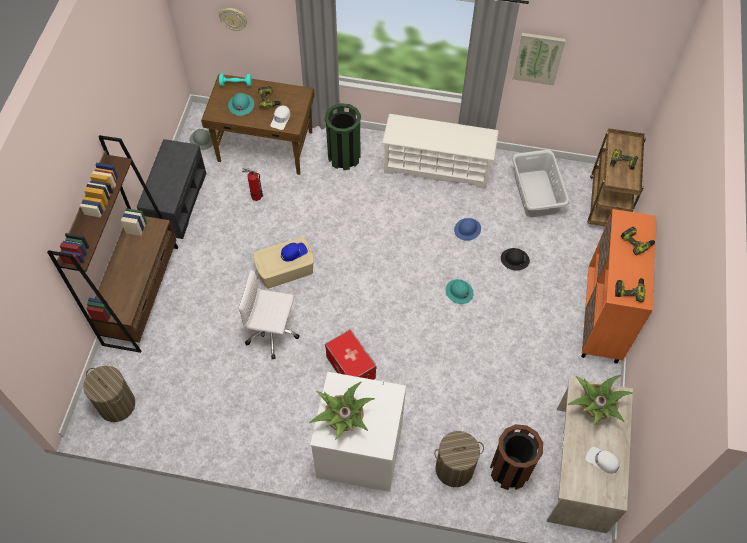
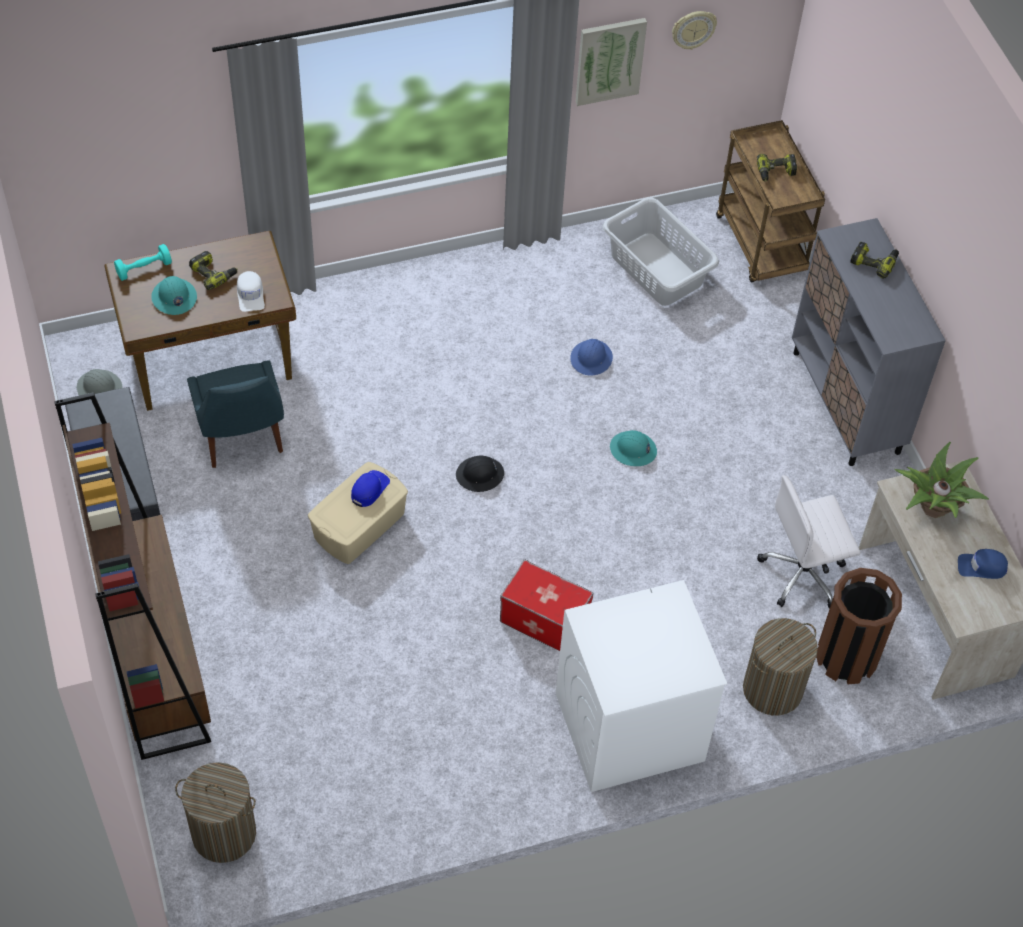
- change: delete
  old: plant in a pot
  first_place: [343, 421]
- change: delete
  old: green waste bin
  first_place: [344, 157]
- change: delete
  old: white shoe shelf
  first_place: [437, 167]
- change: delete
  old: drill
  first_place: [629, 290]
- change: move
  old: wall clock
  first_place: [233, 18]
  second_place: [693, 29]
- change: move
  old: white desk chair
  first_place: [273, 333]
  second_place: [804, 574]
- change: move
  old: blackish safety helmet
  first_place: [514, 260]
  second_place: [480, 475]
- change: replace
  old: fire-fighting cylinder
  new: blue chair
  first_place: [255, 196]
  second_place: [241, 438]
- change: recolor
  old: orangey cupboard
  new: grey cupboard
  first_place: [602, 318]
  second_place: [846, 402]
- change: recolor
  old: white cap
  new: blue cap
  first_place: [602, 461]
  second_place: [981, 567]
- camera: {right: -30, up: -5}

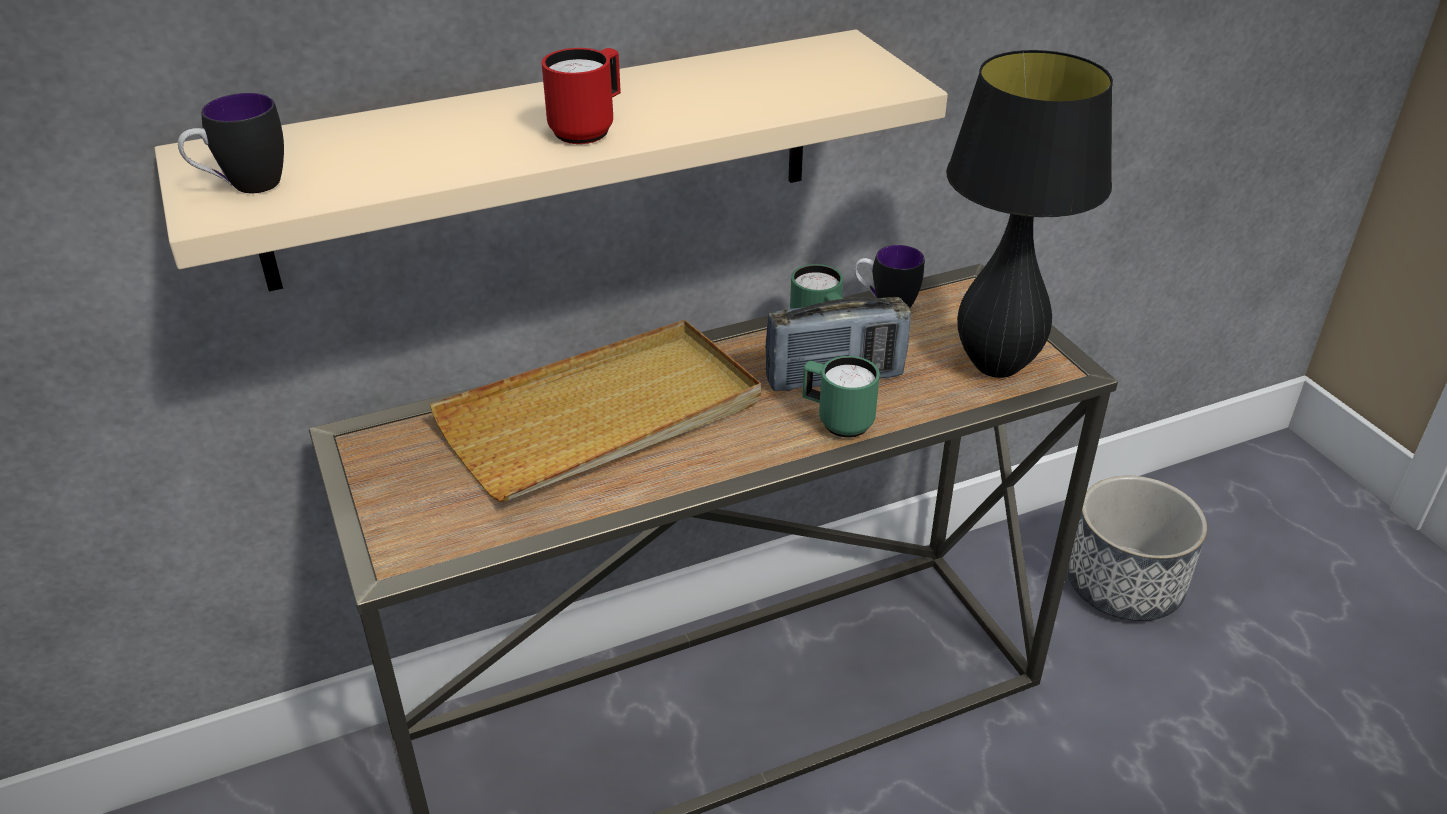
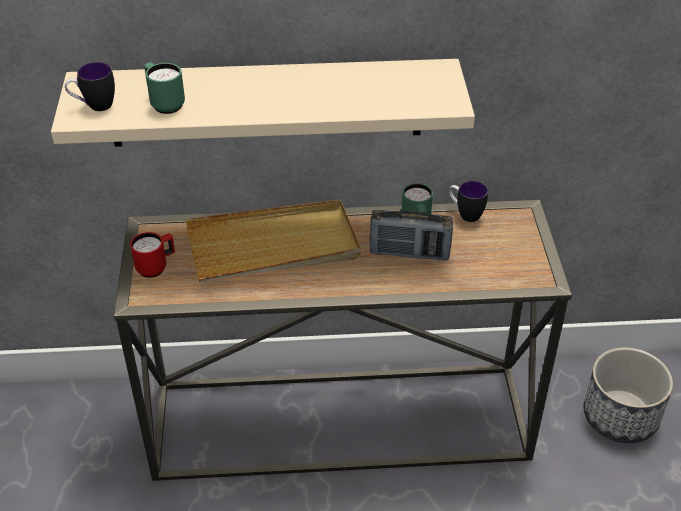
- change: delete
  old: blackish tabletop lamp
  first_place: [996, 366]
- change: move
  old: red-coloured mug
  first_place: [589, 129]
  second_place: [156, 267]
- change: move
  old: green mug
  first_place: [837, 421]
  second_place: [164, 104]
- camera: {right: 20, up: 5}

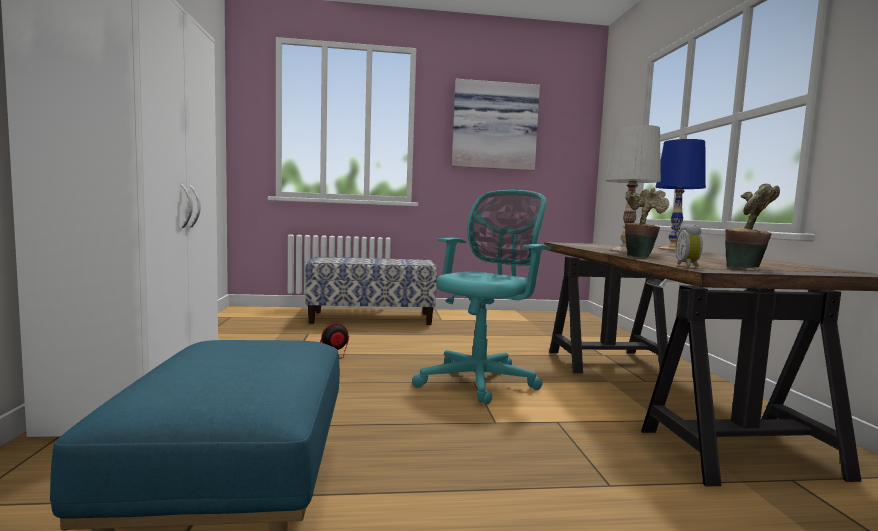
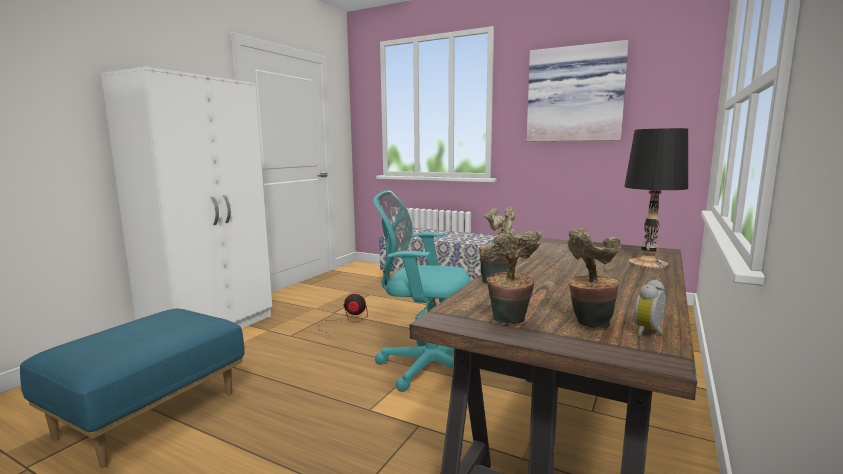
- change: delete
  old: white tabletop lamp
  first_place: [626, 251]
- change: insert
  new: plant in a pot
  second_place: [588, 325]
- change: move
  old: alarm clock
  first_place: [688, 266]
  second_place: [650, 332]
- change: recolor
  old: blue tabletop lamp
  new: blackish tabletop lamp
  first_place: [674, 249]
  second_place: [648, 263]
- change: rotate
  old: turquoise desk chair
  first_place: [481, 380]
  second_place: [426, 367]
  degrees: -150
- camera: {right: 35, up: 5}

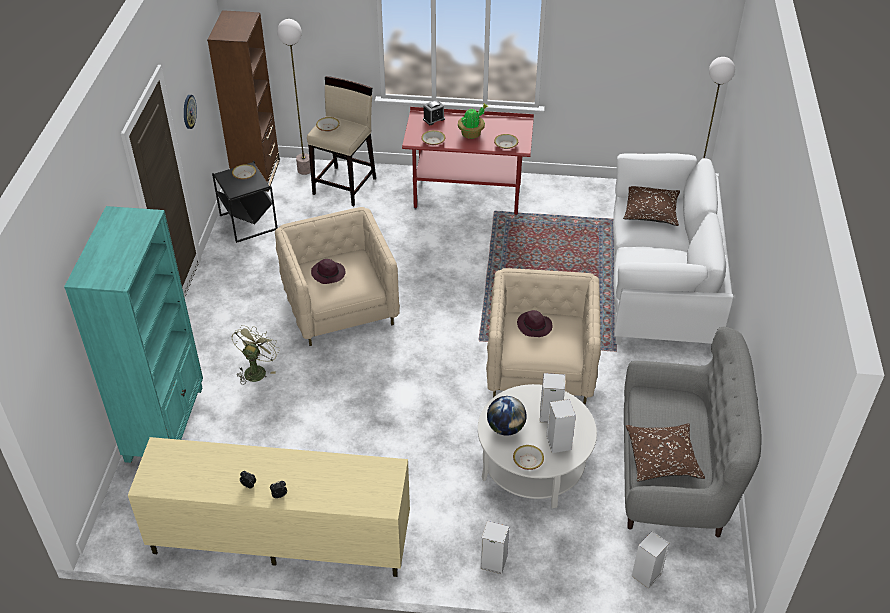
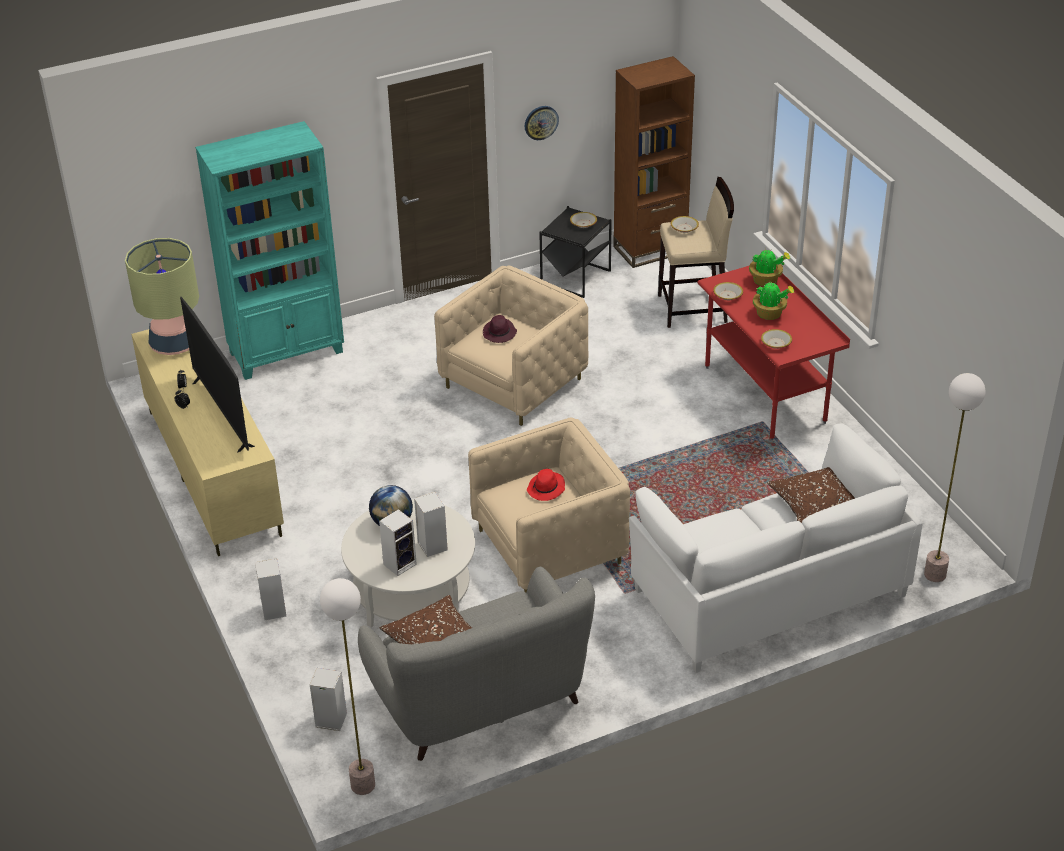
- change: delete
  old: green fan
  first_place: [256, 370]
- change: delete
  old: serving bowl
  first_place: [528, 461]
- change: insert
  new: tabletop lamp
  second_place: [174, 344]
- change: insert
  new: television
  second_place: [222, 414]
- change: move
  old: floor lamp
  first_place: [305, 170]
  second_place: [362, 785]
- change: replace
  old: alarm clock
  new: plant in a pot
  first_place: [433, 119]
  second_place: [766, 281]
- change: recolor
  old: purple-coloured wearable hat
  new: red-coloured wearable hat
  first_place: [535, 326]
  second_place: [546, 489]
- camera: {right: 60, up: -5}

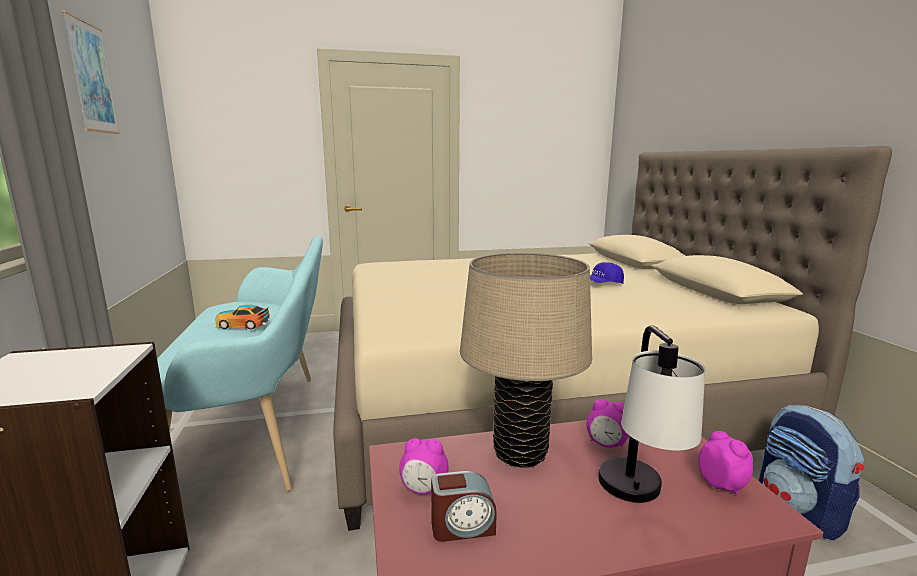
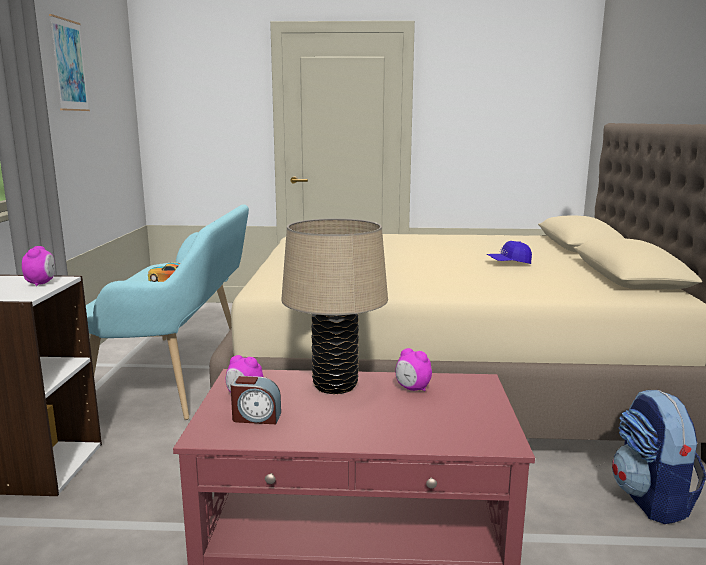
- change: delete
  old: tabletop lamp
  first_place: [638, 503]
- change: move
  old: alarm clock
  first_place: [722, 484]
  second_place: [41, 283]
- camera: {right: 15, up: 0}

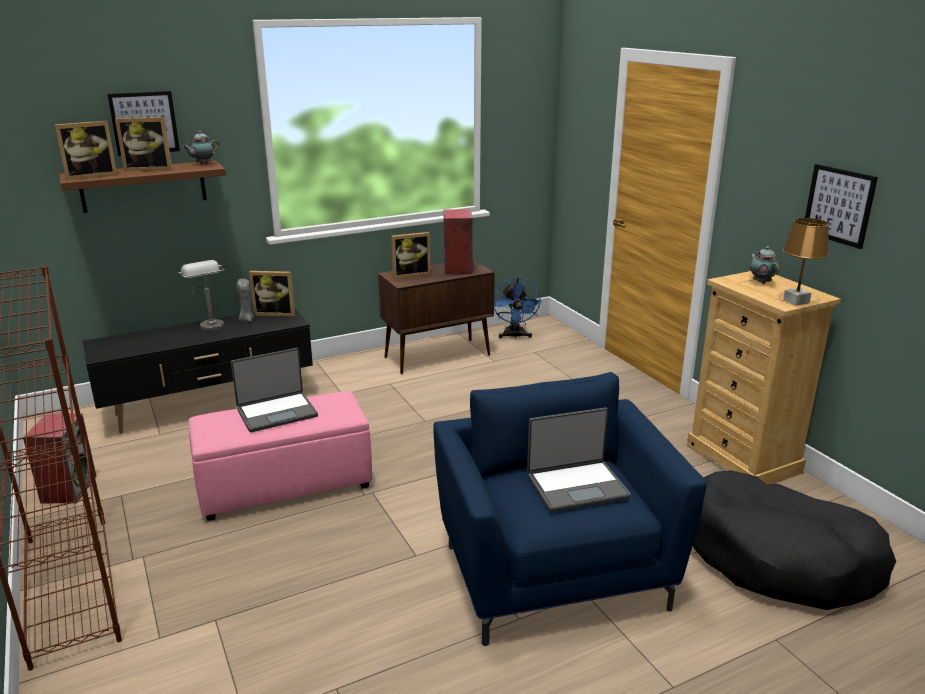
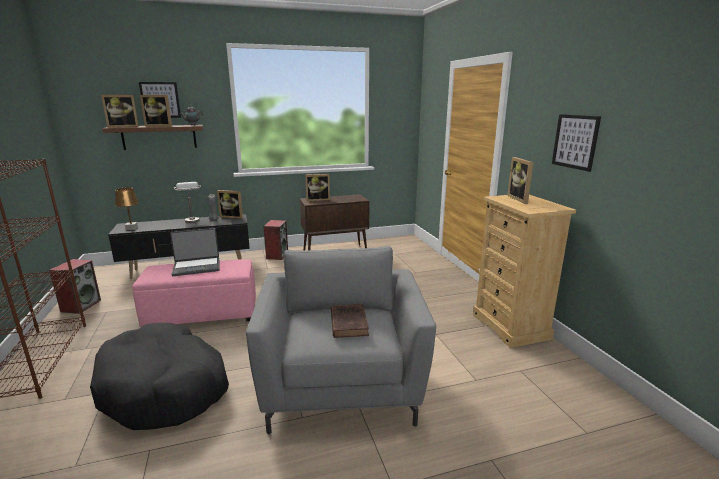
- change: delete
  old: blue fan
  first_place: [514, 336]
- change: move
  old: speaker
  first_place: [457, 268]
  second_place: [277, 255]
- change: move
  old: blackish dog bed
  first_place: [779, 557]
  second_place: [165, 388]
- change: move
  old: brown-coloured tabletop lamp
  first_place: [796, 301]
  second_place: [131, 228]
- change: replace
  old: laptop
  new: brown-coloured volume
  first_place: [576, 486]
  second_place: [348, 323]
- change: replace
  old: pot for tea
  new: picture frame
  first_place: [761, 282]
  second_place: [521, 199]
- change: recolor
  old: blue lounge chair
  new: grey lounge chair
  first_place: [553, 573]
  second_place: [342, 388]
- camera: {right: 10, up: -5}

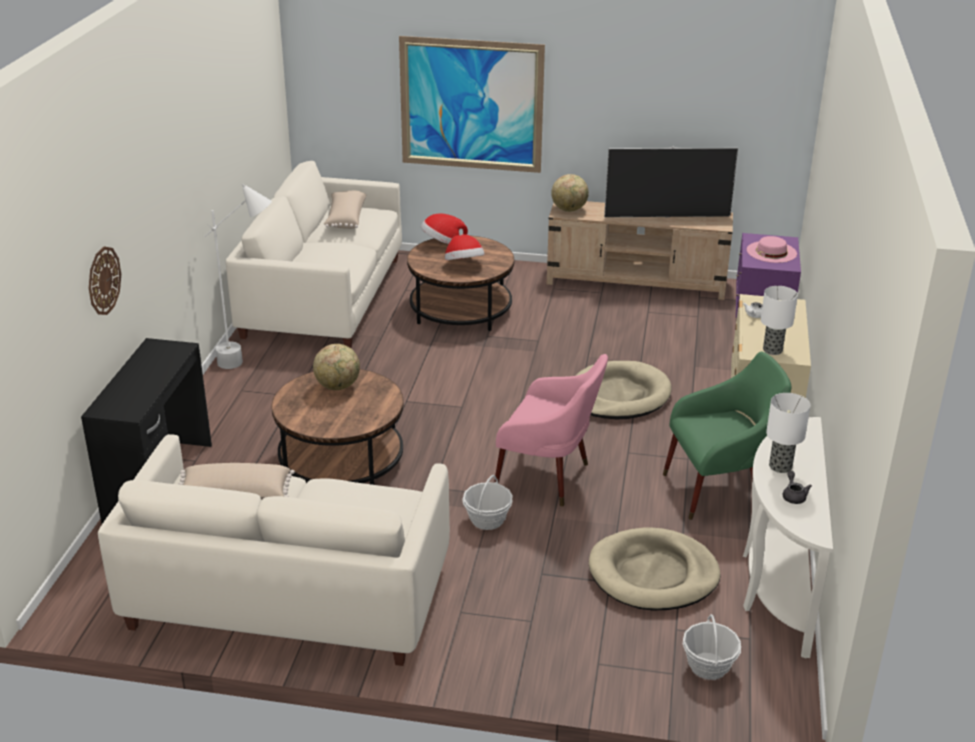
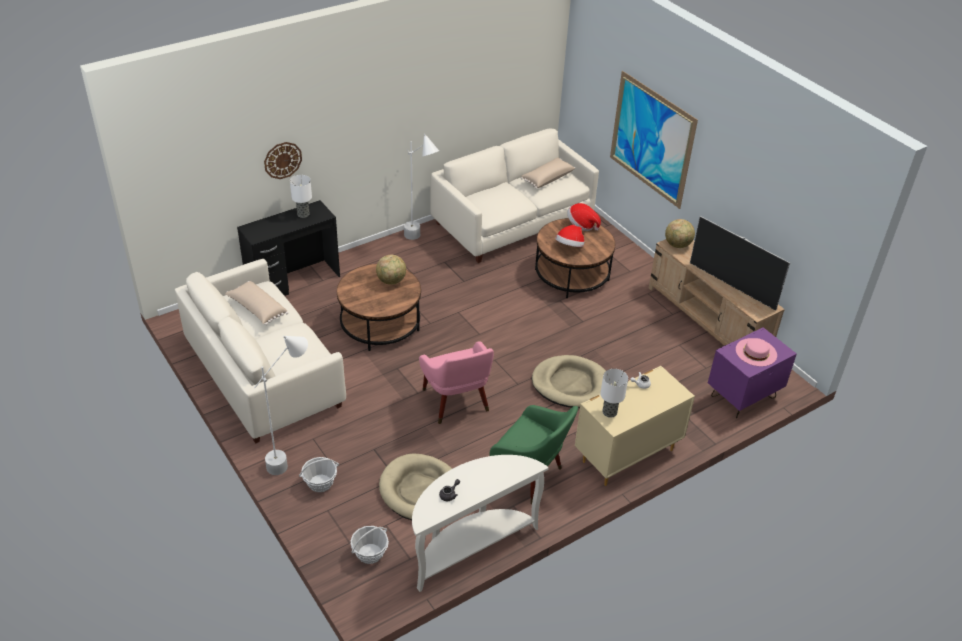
- change: insert
  new: white floor lamp
  second_place: [292, 458]
- change: move
  old: household basket
  first_place: [487, 520]
  second_place: [320, 483]
- change: move
  old: tabletop lamp
  first_place: [779, 466]
  second_place: [303, 214]
- camera: {right: 45, up: 10}

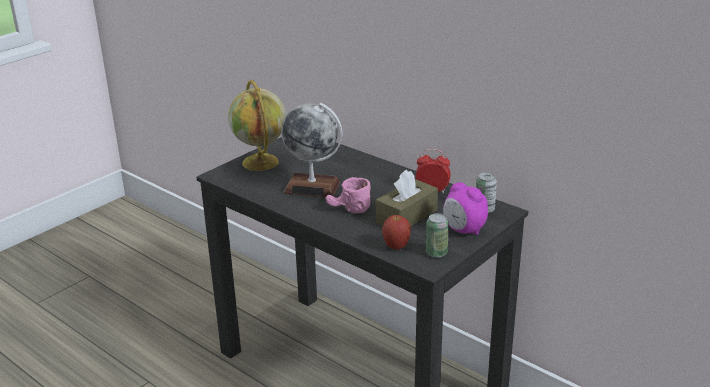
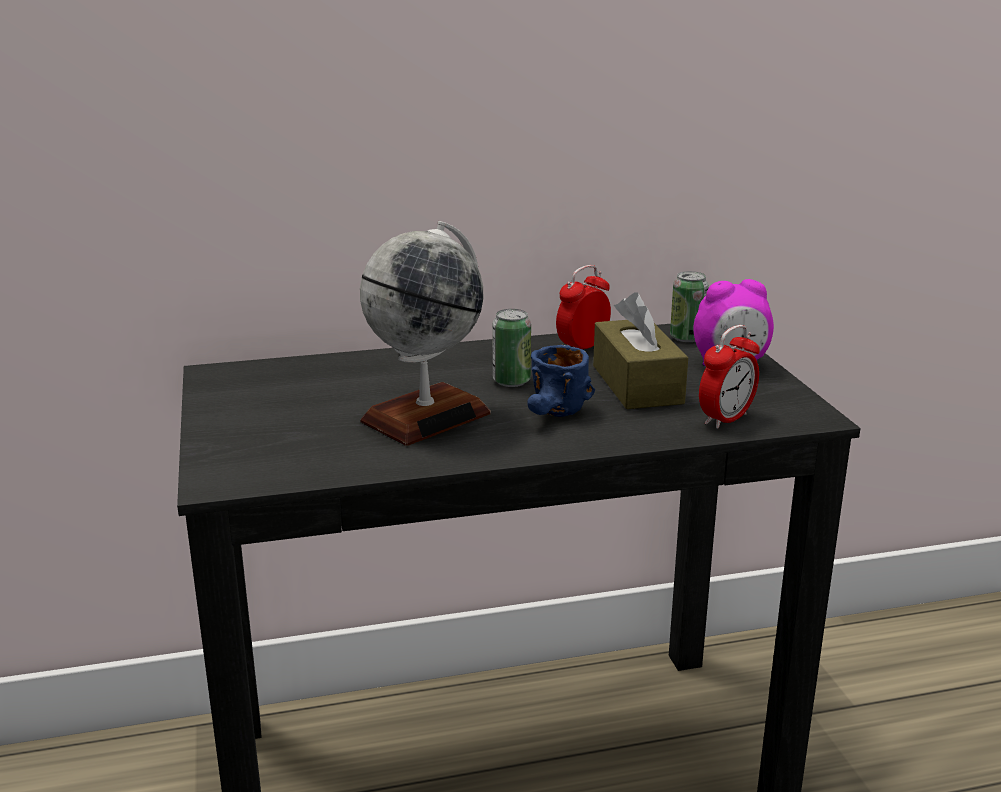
- change: delete
  old: desk globe
  first_place: [261, 163]
- change: move
  old: sealed can
  first_place: [436, 253]
  second_place: [511, 381]
- change: replace
  old: apple
  new: alarm clock
  first_place: [396, 247]
  second_place: [726, 419]
- change: recolor
  old: pink-coloured mug
  new: blue mug
  first_place: [348, 210]
  second_place: [555, 415]
- camera: {right: -55, up: -5}

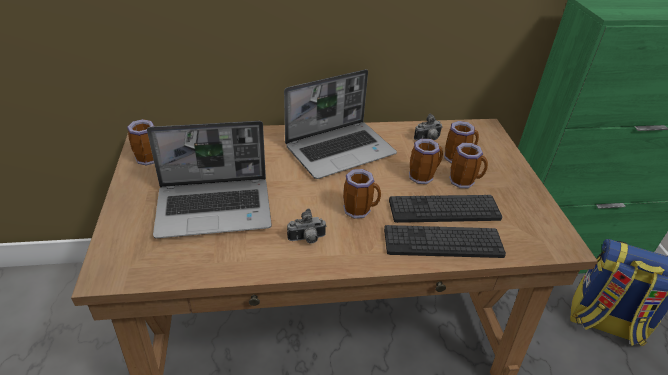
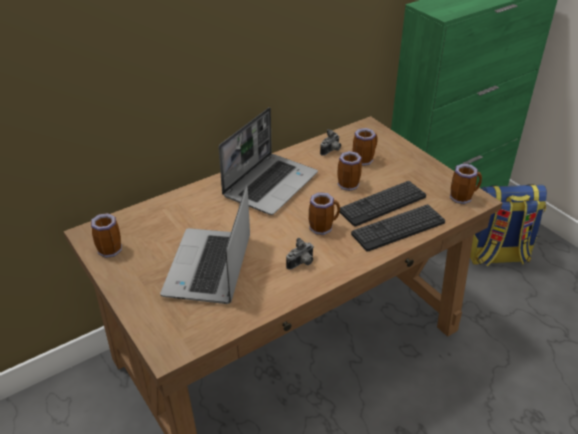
- change: move
  old: mug
  first_place: [464, 181]
  second_place: [462, 197]
- change: rotate
  old: laptop
  first_place: [215, 208]
  second_place: [209, 268]
  degrees: 135
- camera: {right: -25, up: 0}

